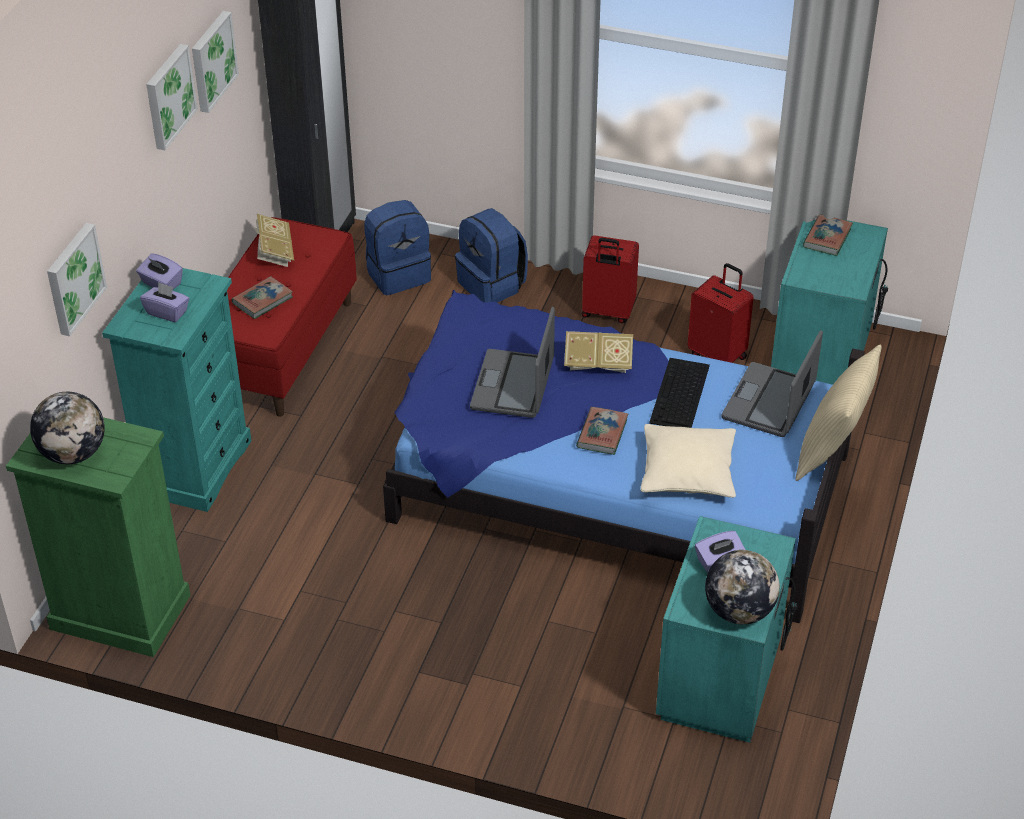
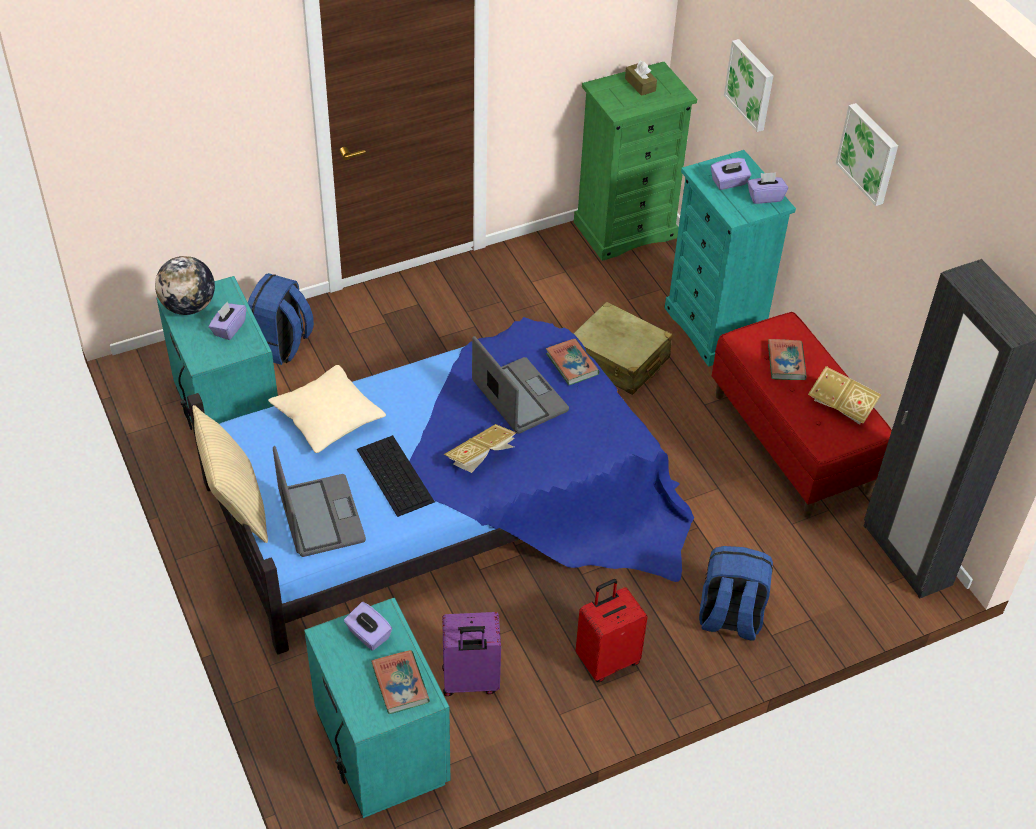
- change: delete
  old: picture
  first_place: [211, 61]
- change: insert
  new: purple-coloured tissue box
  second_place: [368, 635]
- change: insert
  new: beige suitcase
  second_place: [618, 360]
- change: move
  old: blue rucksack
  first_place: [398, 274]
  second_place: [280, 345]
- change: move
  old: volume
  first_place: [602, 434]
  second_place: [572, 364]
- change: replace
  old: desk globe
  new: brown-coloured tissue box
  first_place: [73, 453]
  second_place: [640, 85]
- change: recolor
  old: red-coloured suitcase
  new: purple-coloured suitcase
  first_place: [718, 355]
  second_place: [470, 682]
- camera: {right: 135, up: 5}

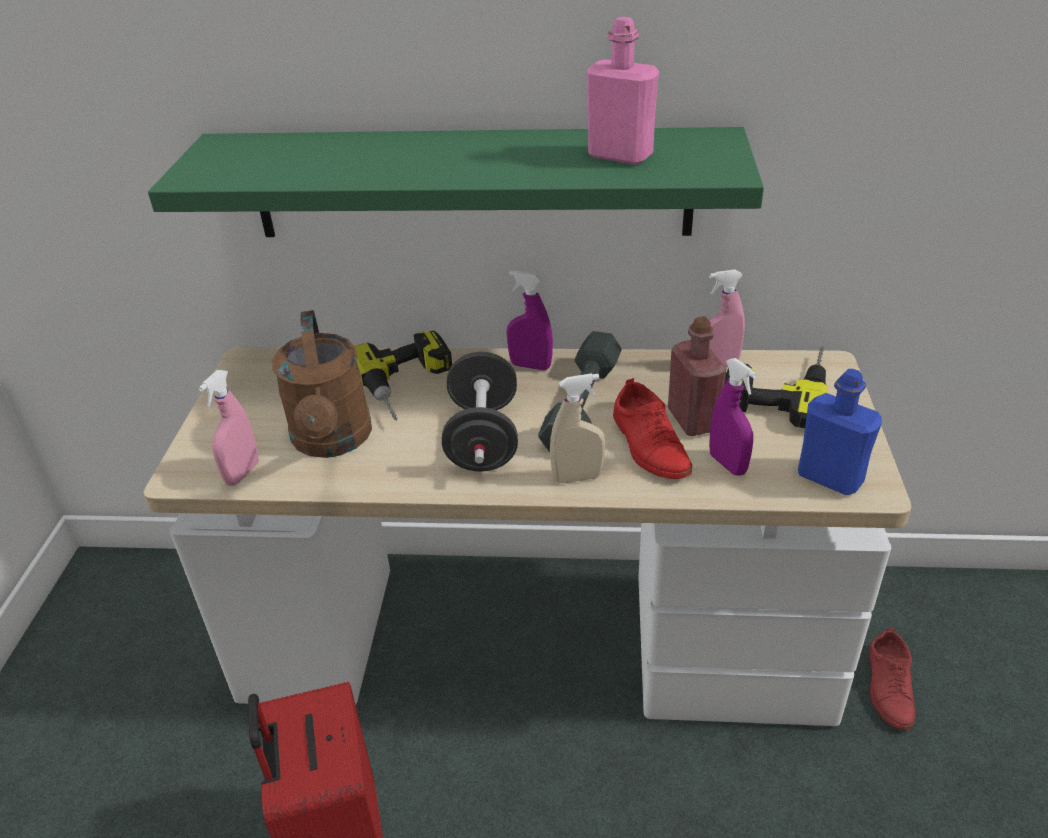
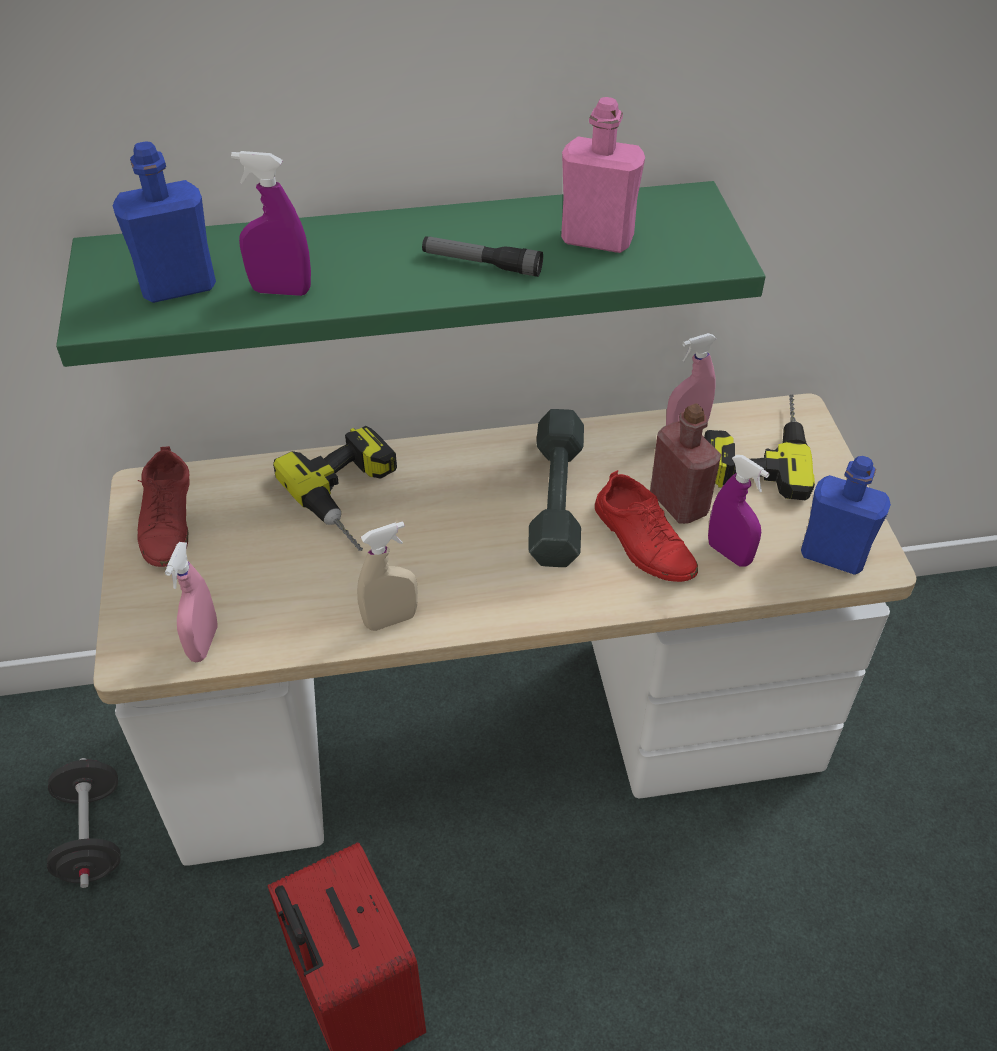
- change: delete
  old: brown-coloured sprinkling can
  first_place: [332, 441]
- change: insert
  new: blue bottle
  second_place: [178, 286]
- change: insert
  new: torch
  second_place: [481, 264]
- change: move
  old: blackish hand weight
  first_place: [483, 438]
  second_place: [92, 836]
- change: move
  old: purple-coloured hand sprayer
  first_place: [530, 366]
  second_place: [281, 291]
- change: move
  old: beige hand sprayer
  first_place: [577, 477]
  second_place: [390, 620]
- change: move
  old: red-coloured low shoe
  first_place: [889, 687]
  second_place: [168, 520]
- camera: {right: -15, up: 10}

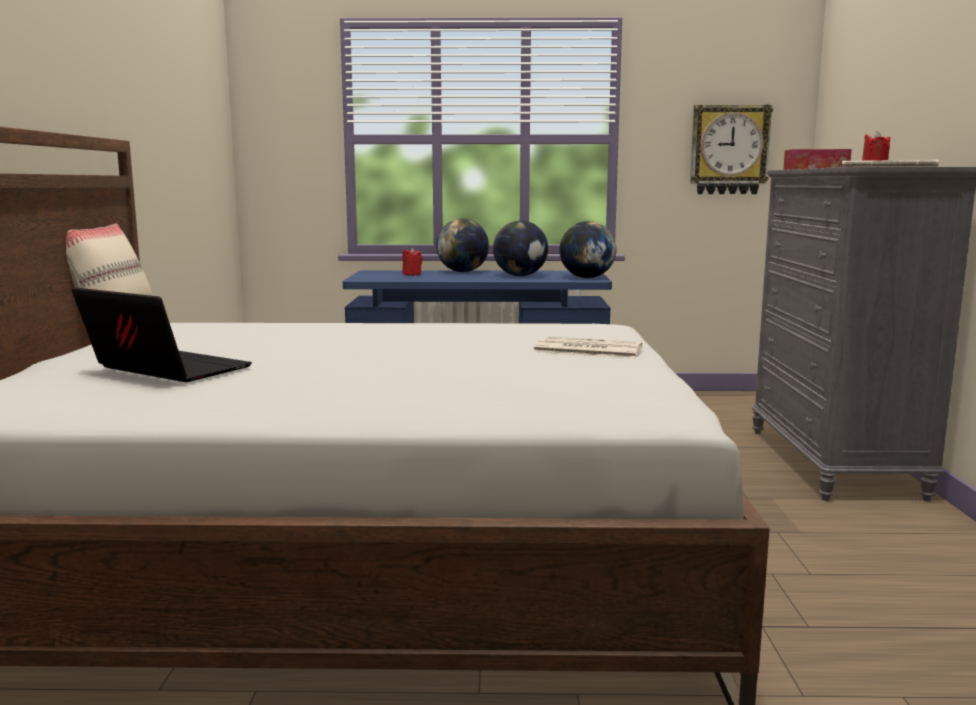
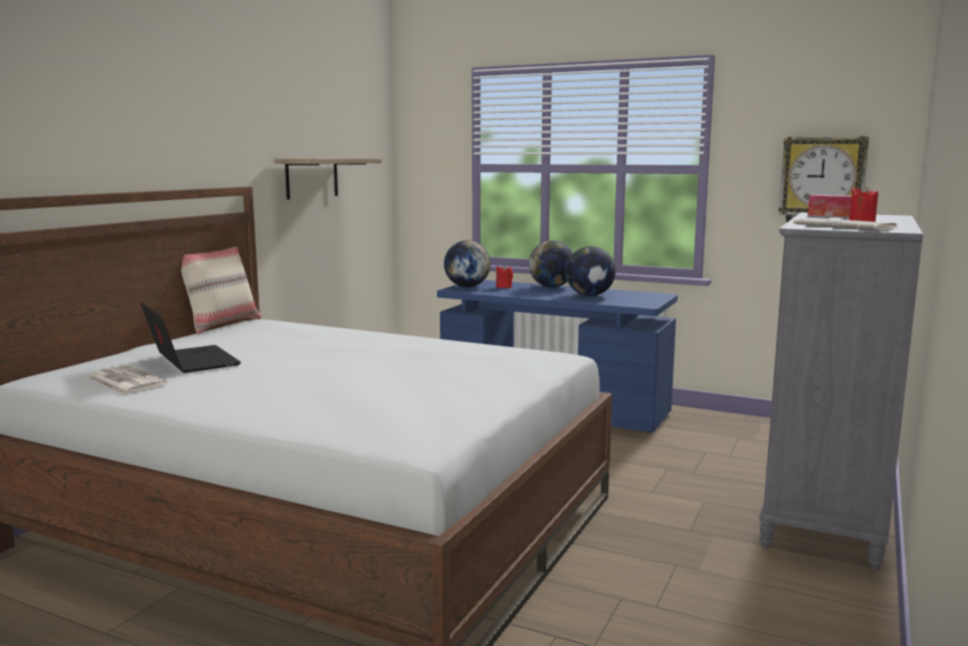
- change: insert
  new: shelf
  second_place: [312, 178]
- change: move
  old: newspaper
  first_place: [586, 350]
  second_place: [124, 381]
- change: move
  old: desk globe
  first_place: [586, 277]
  second_place: [467, 286]
- camera: {right: 25, up: 0}

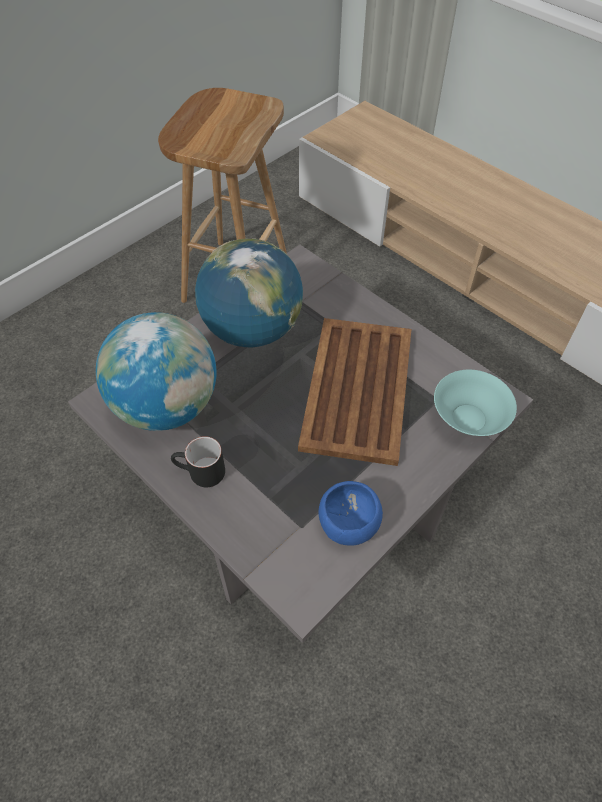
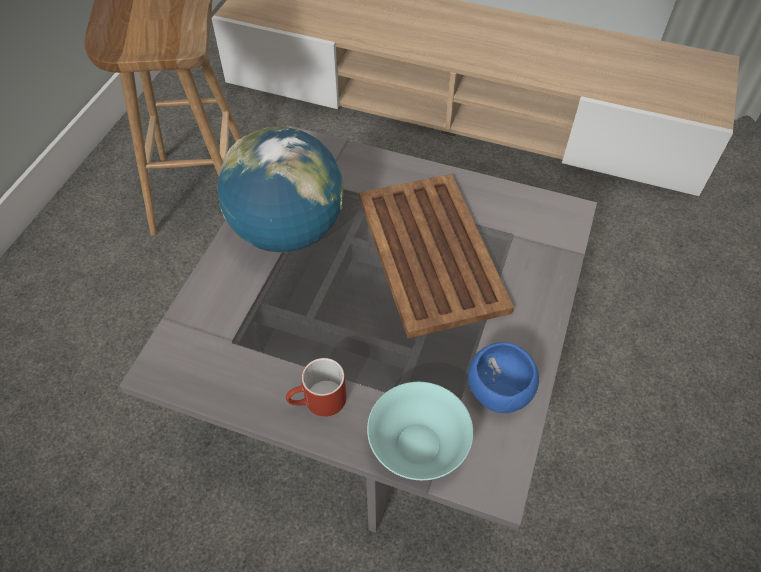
- change: delete
  old: desk globe
  first_place: [167, 405]
- change: move
  old: turquoise serving bowl
  first_place: [468, 417]
  second_place: [418, 443]
- change: recolor
  old: blackish mug
  new: red-coloured mug
  first_place: [200, 473]
  second_place: [318, 402]
- camera: {right: -25, up: 0}

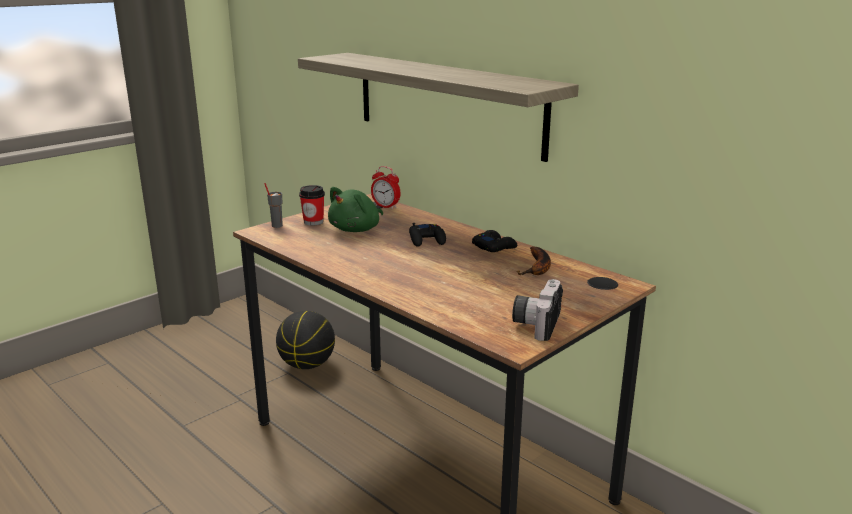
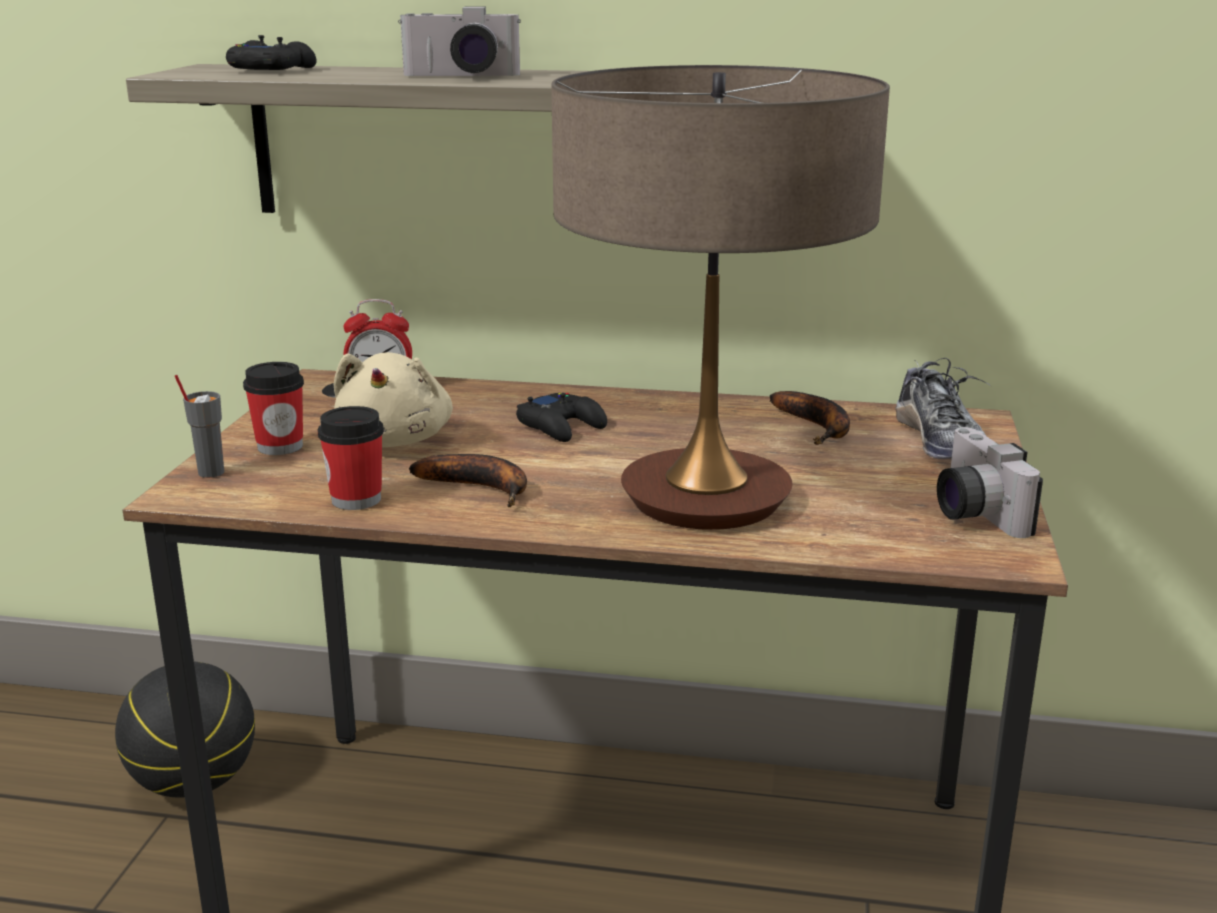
- change: insert
  new: cup
  second_place: [356, 499]
- change: insert
  new: photo camera
  second_place: [461, 76]
- change: insert
  new: whole banana
  second_place: [482, 487]
- change: insert
  new: tabletop lamp
  second_place: [706, 499]
- change: insert
  new: low shoe
  second_place: [939, 441]
- change: move
  old: blackish joypad
  first_place: [494, 247]
  second_place: [271, 69]
- change: recolor
  old: green plush toy
  new: beige plush toy
  first_place: [357, 229]
  second_place: [396, 439]
- camera: {right: -35, up: 0}

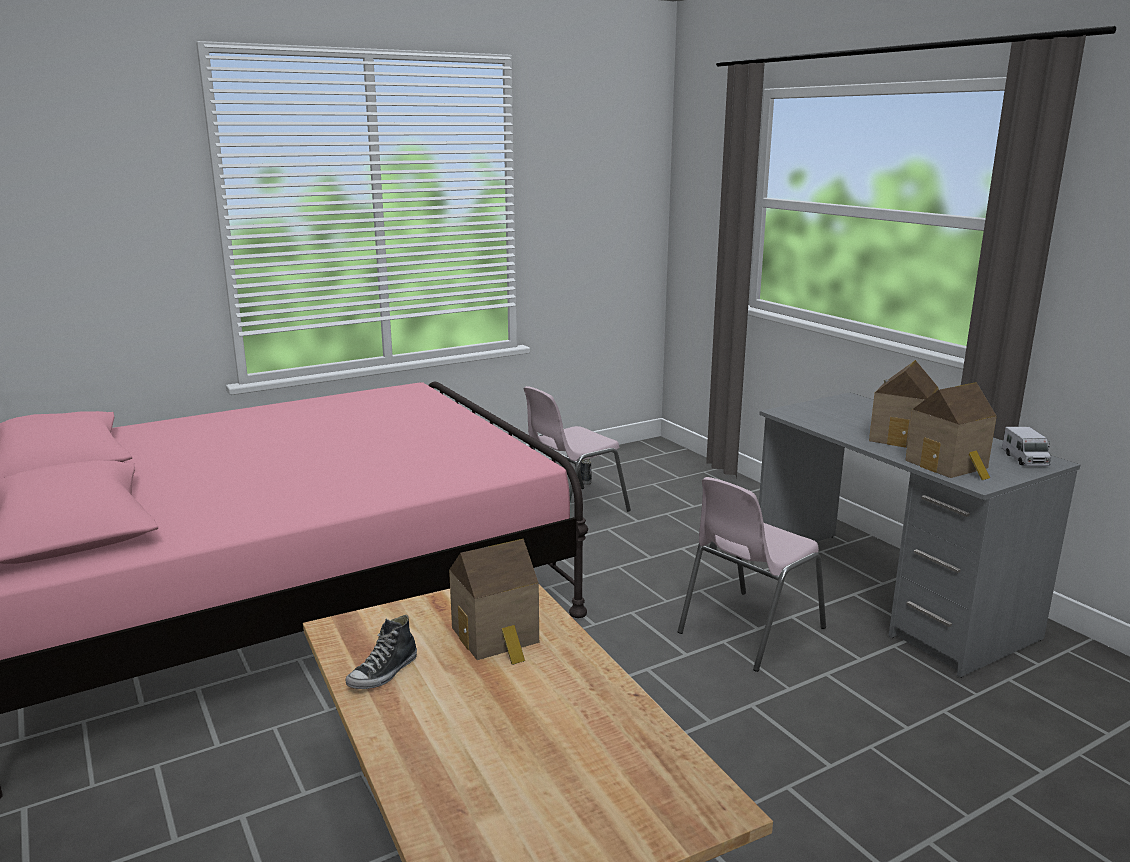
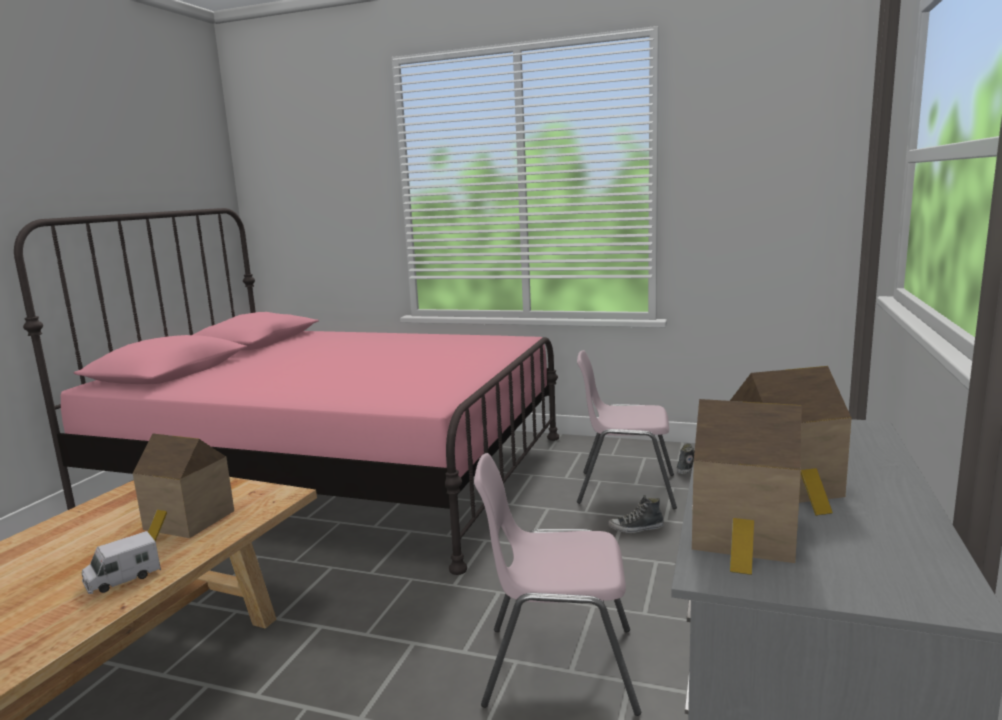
- change: move
  old: low shoe
  first_place: [383, 673]
  second_place: [636, 528]
- change: move
  old: model truck
  first_place: [1024, 459]
  second_place: [122, 578]
- camera: {right: 50, up: -5}

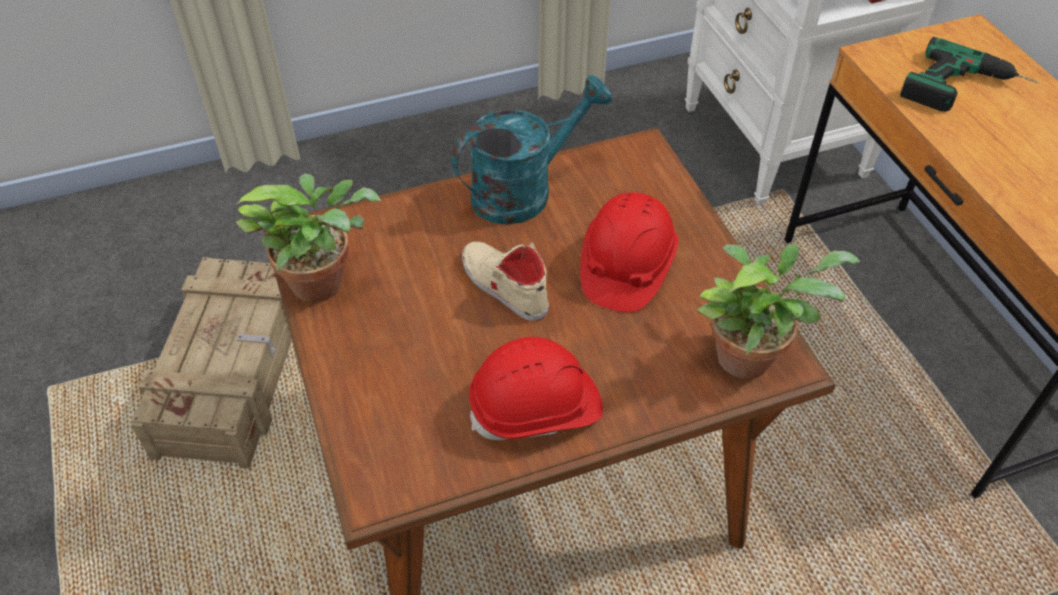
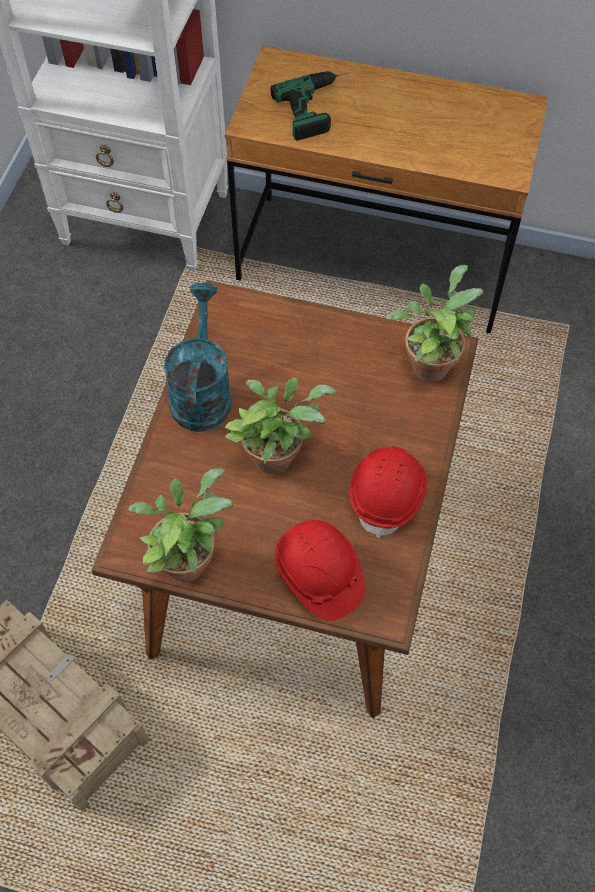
- change: move
  old: red-coloured safety helmet
  first_place: [625, 267]
  second_place: [319, 575]
- change: replace
  old: beige low shoe
  new: plant in a pot
  first_place: [503, 286]
  second_place: [277, 454]
- camera: {right: -55, up: 10}

